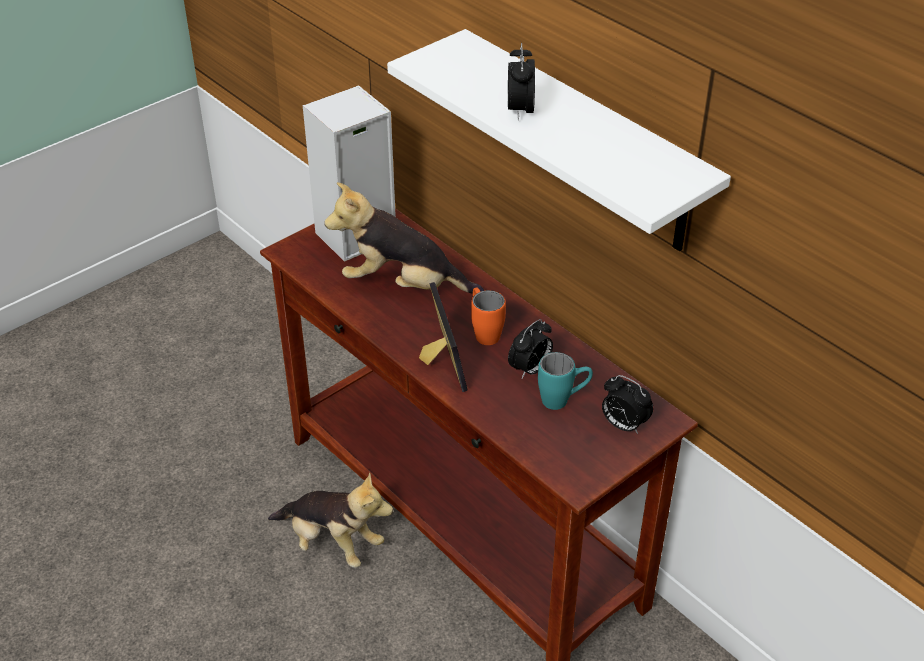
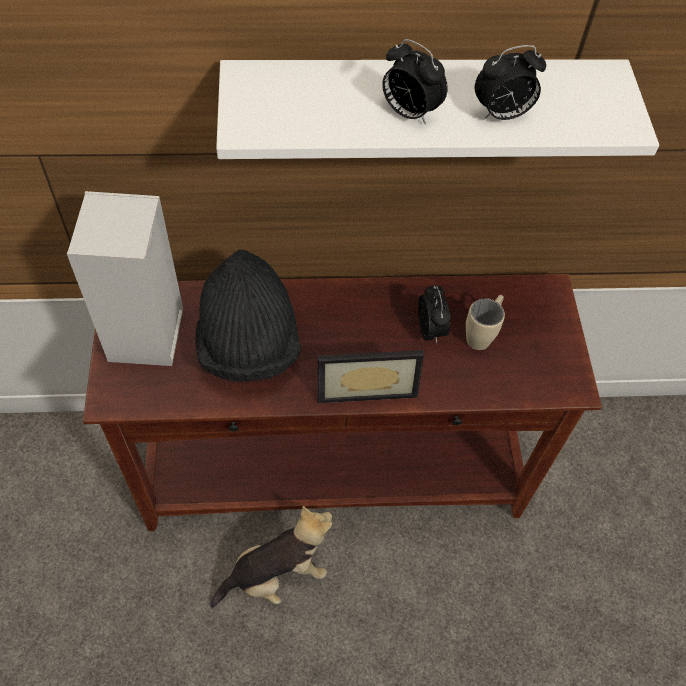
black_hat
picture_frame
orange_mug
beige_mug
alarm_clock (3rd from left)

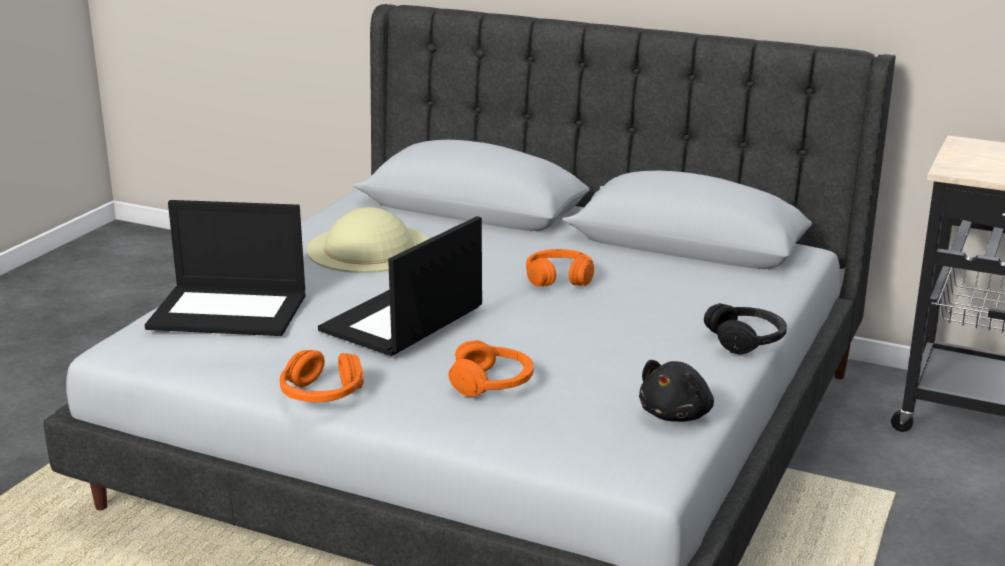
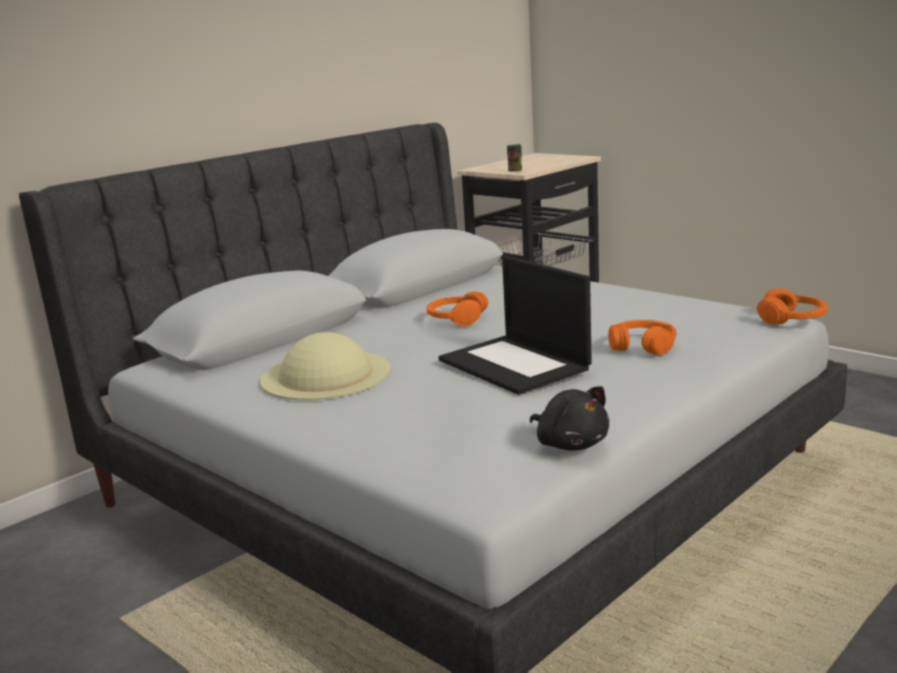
laptop (1st from left in the first image)
black_headphones
orange_headphones (3rd from left)
black_plush_toy
can

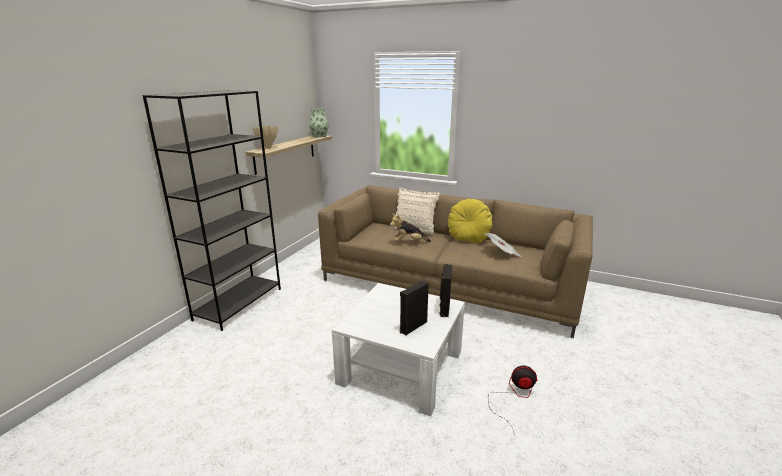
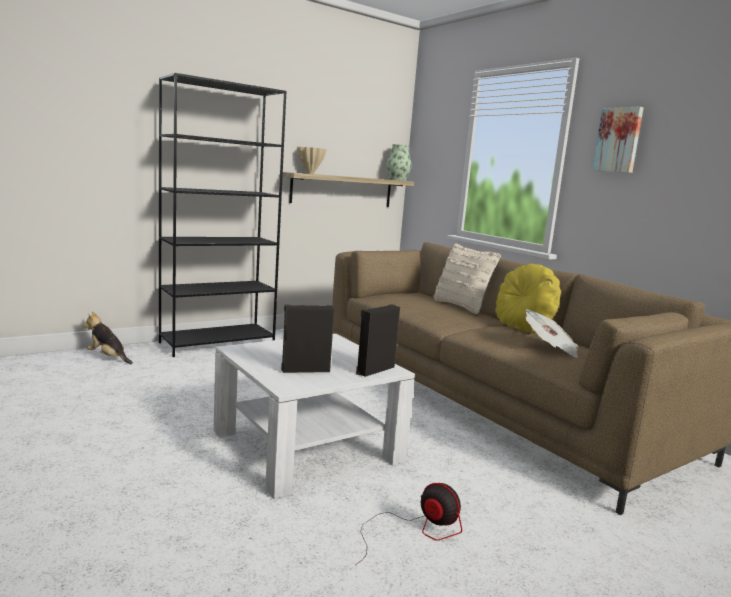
plush_toy
picture

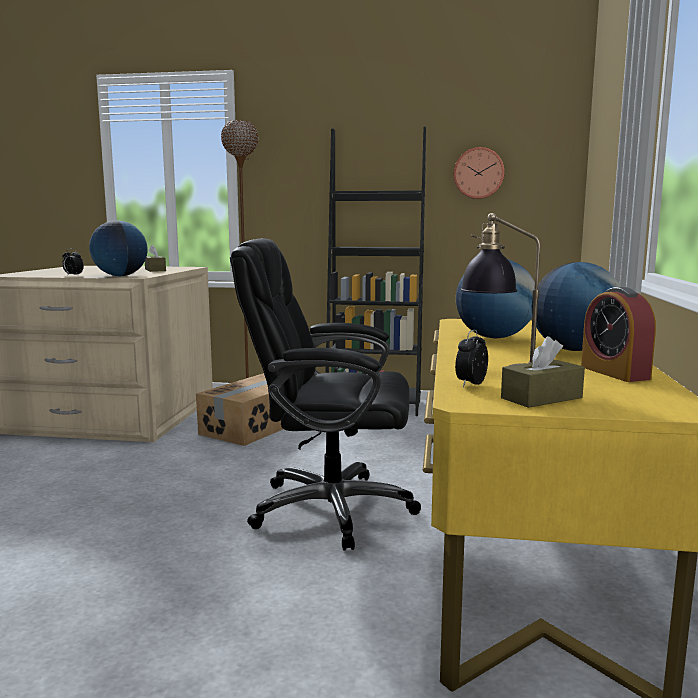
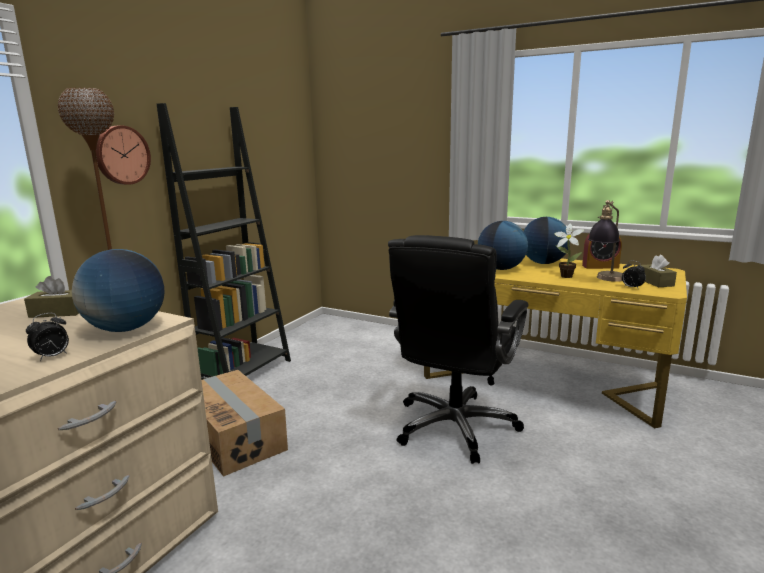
wall_clock
potted_plant

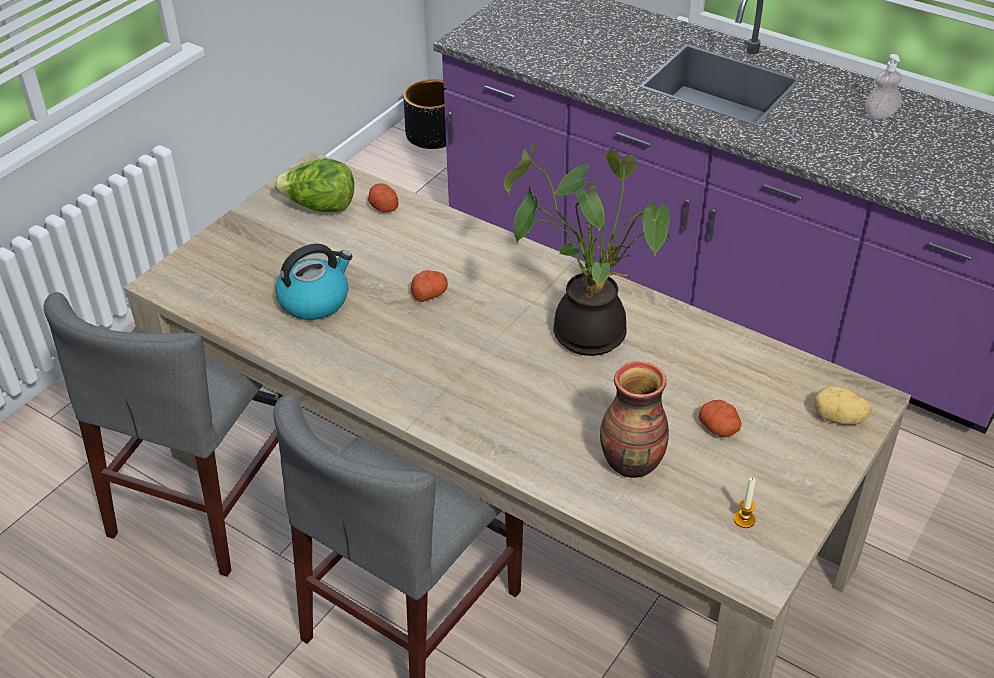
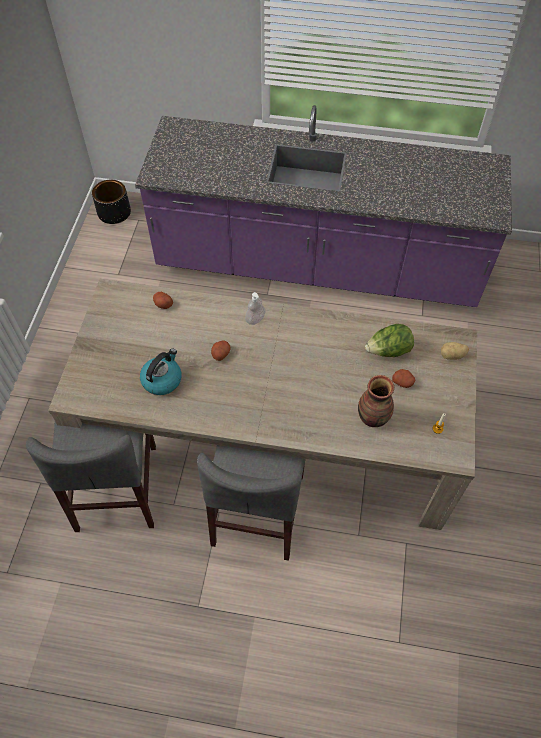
soap_dispenser
potted_plant
lettuce

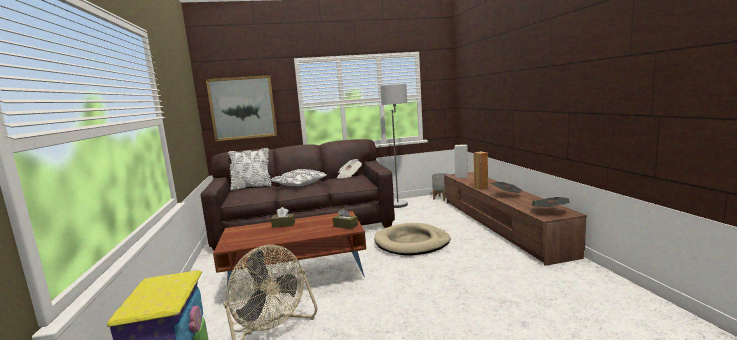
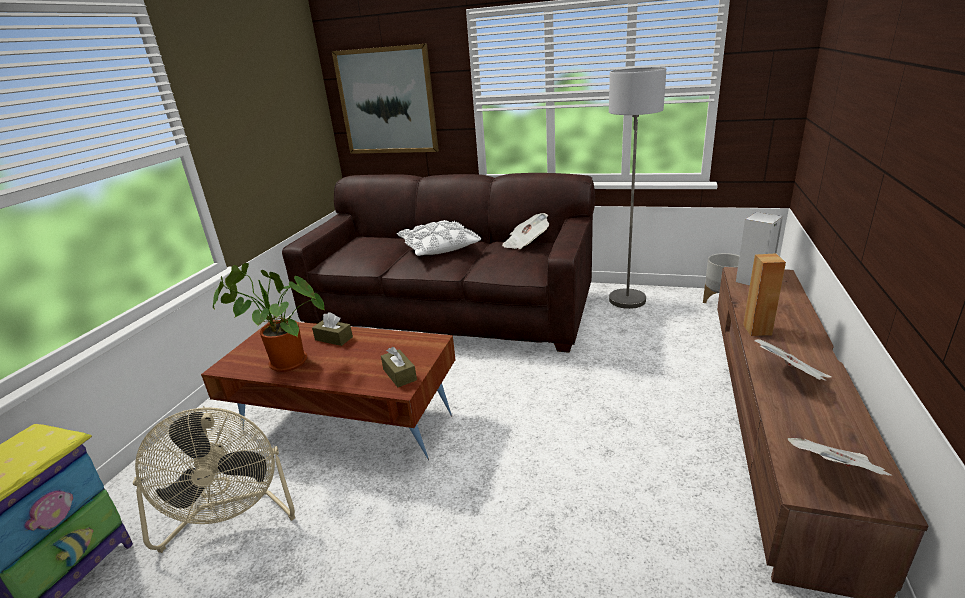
white_pillow (1st from left in the first image)
beige_dog_bed
potted_plant

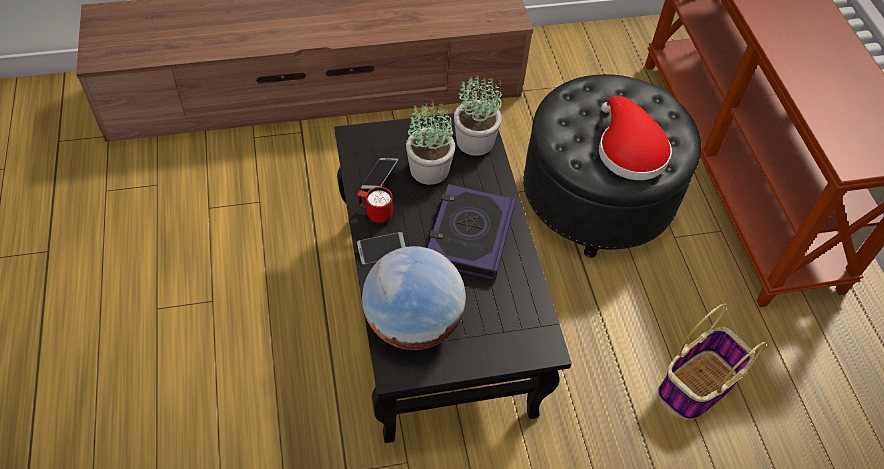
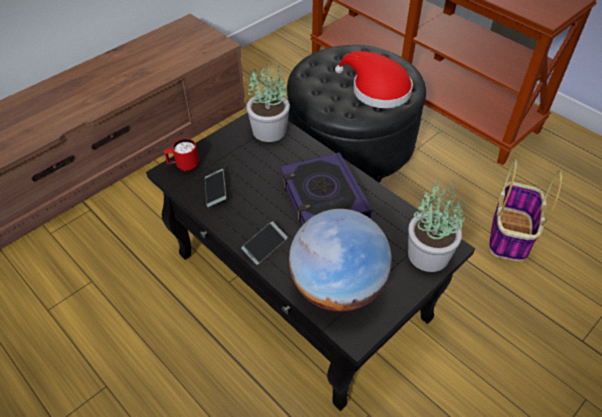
potted_plant (2nd from left)
red_mug

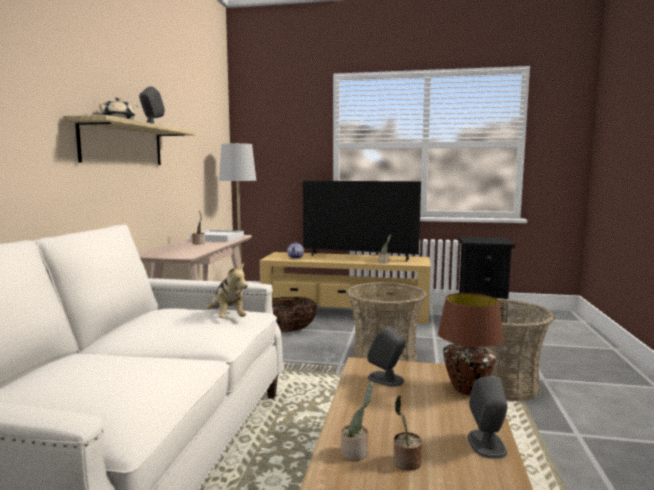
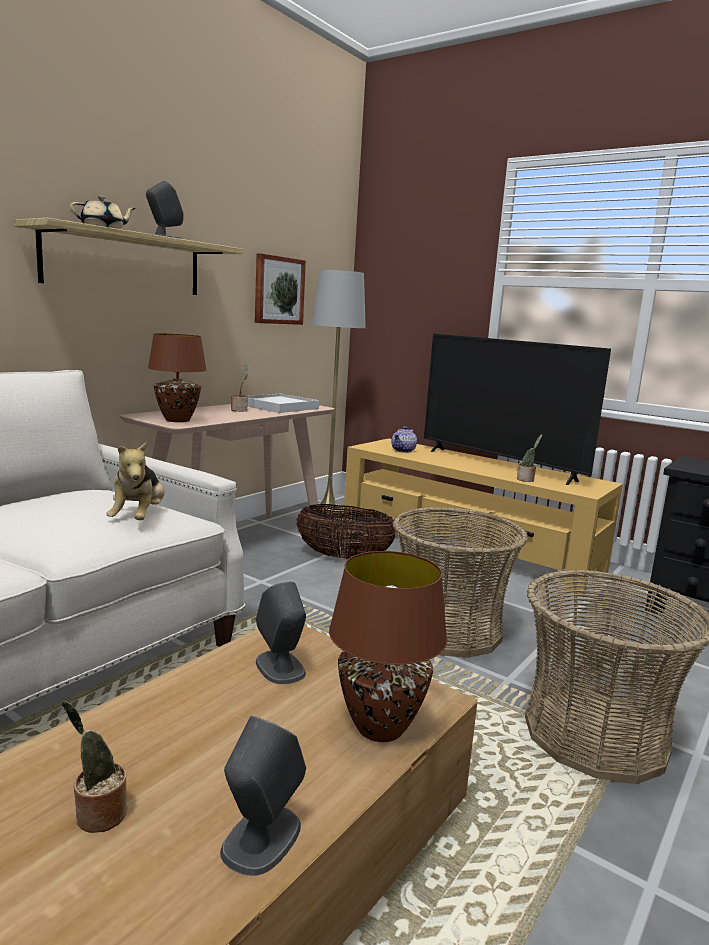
potted_plant (2nd from left in the first image)
picture
brown_table_lamp (1st from left)

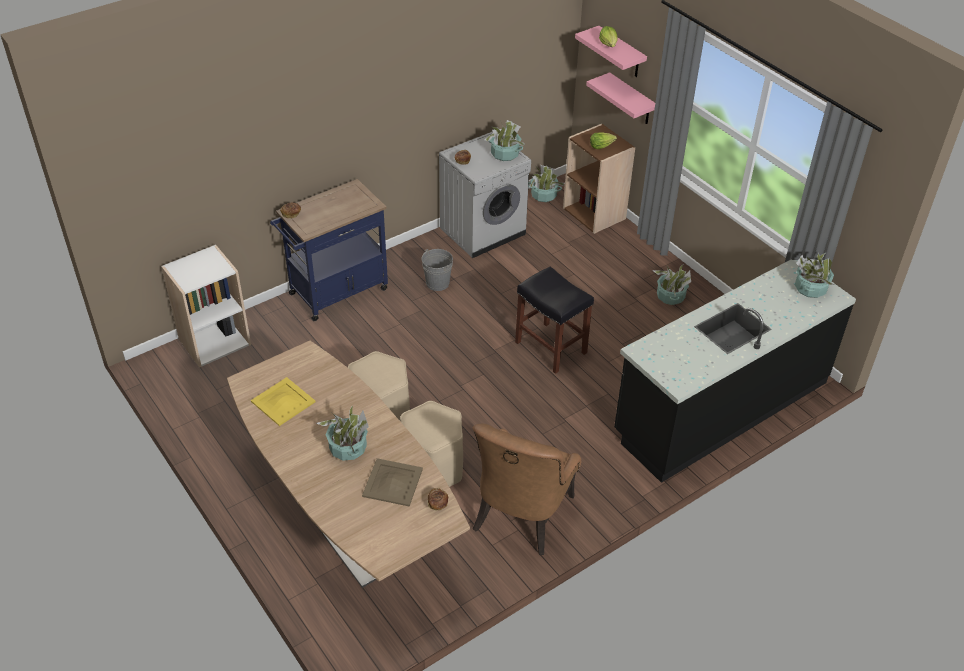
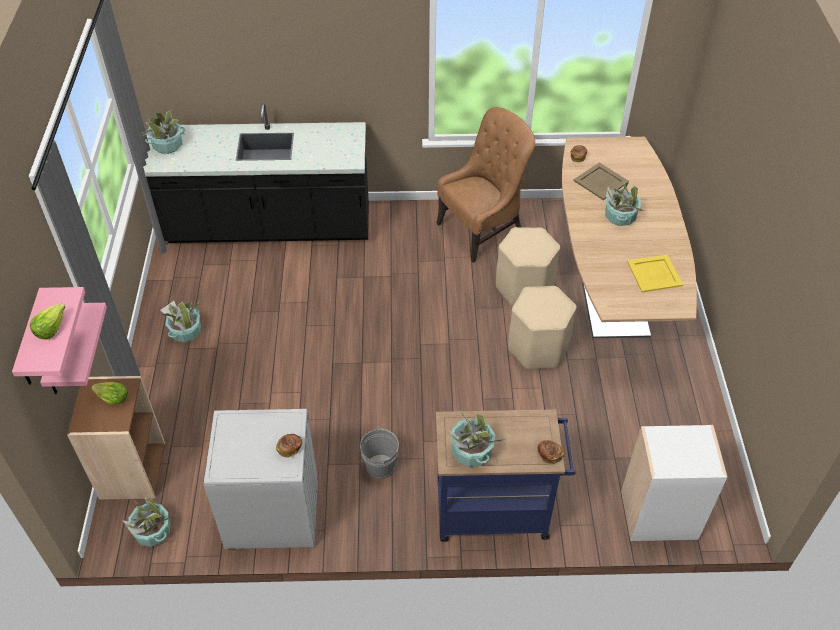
potted_plant (4th from left)
black_stool

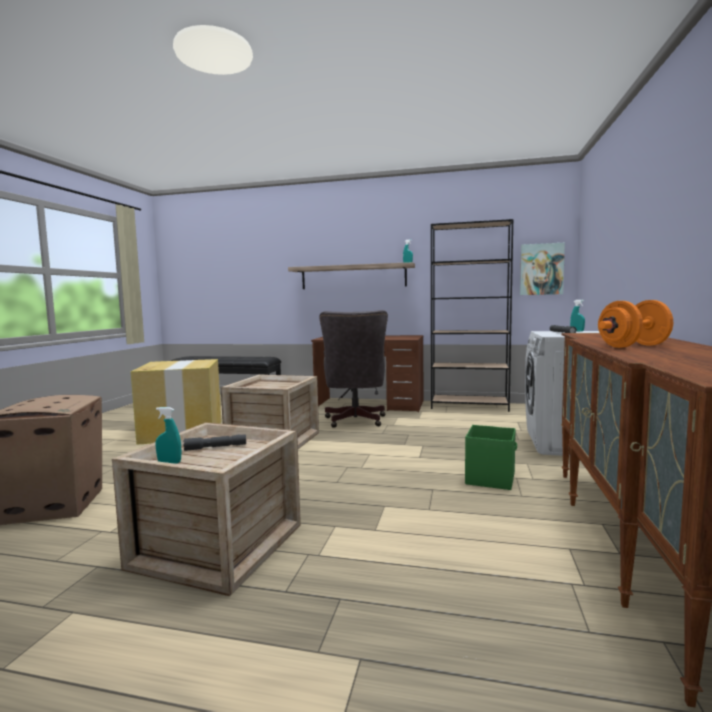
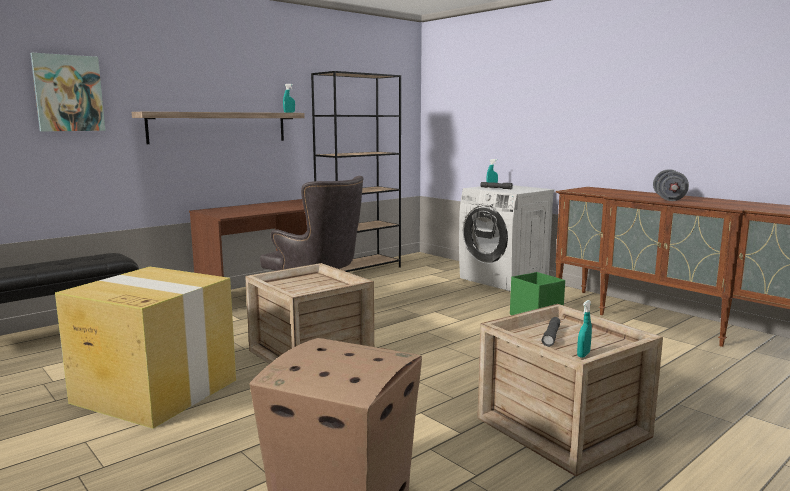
picture
grey_dumbbell

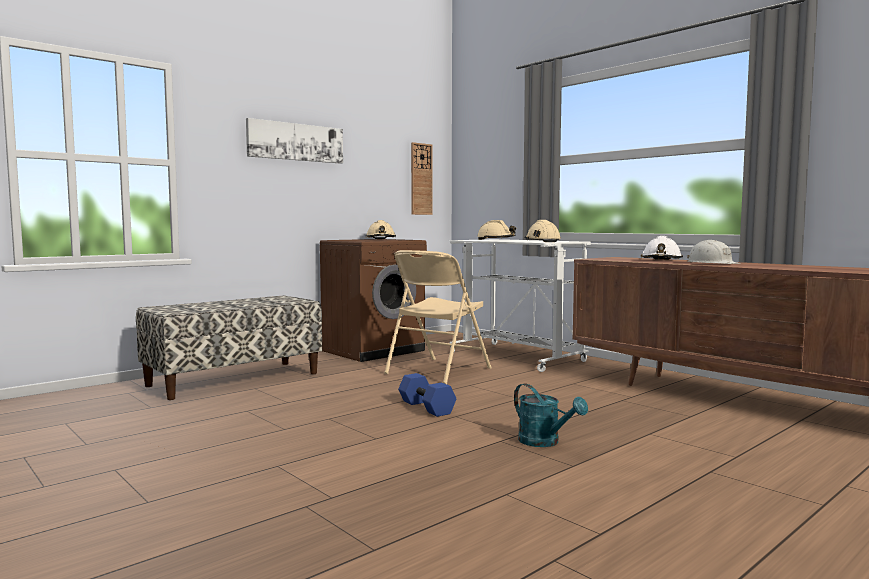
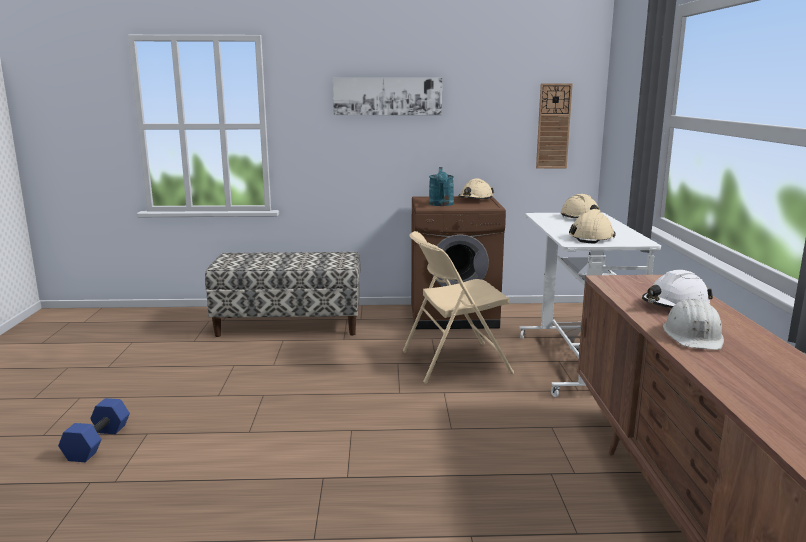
blue_dumbbell
turquoise_watering_can

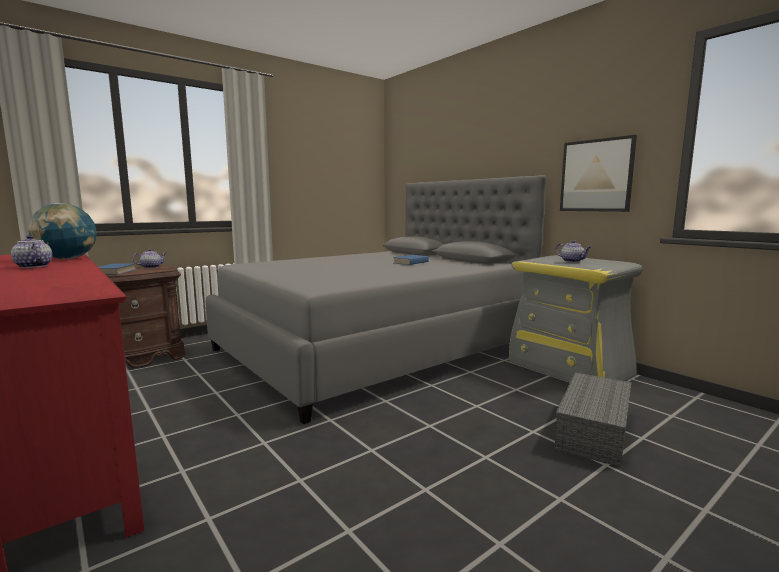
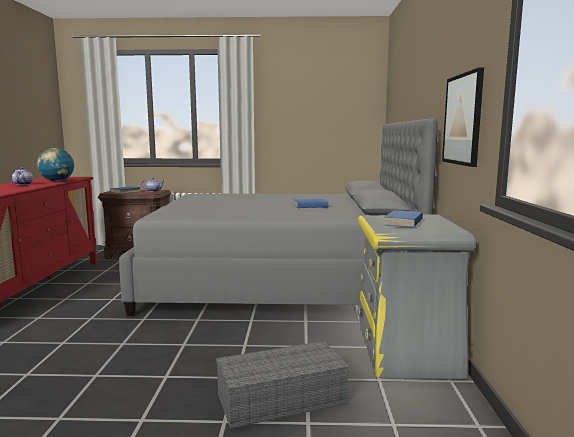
blue_book (3rd from left)

